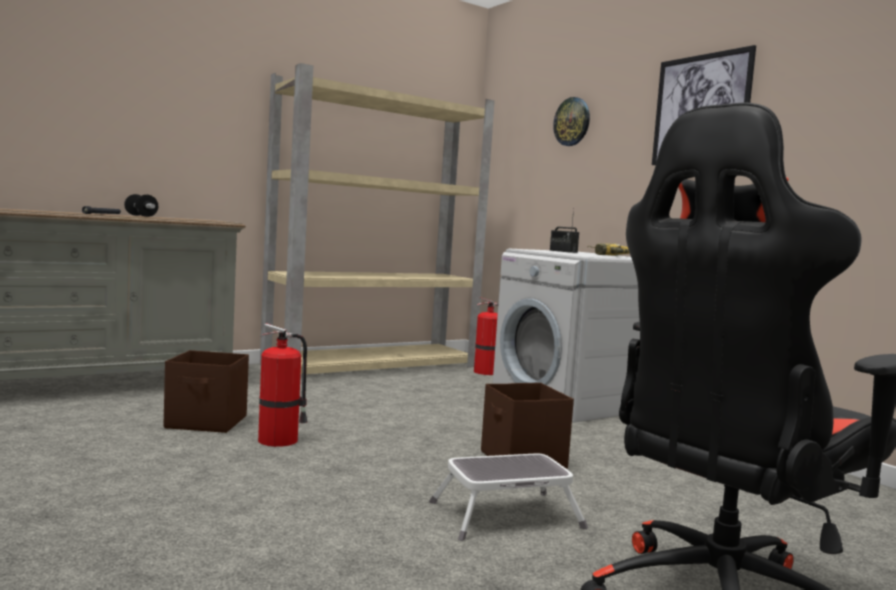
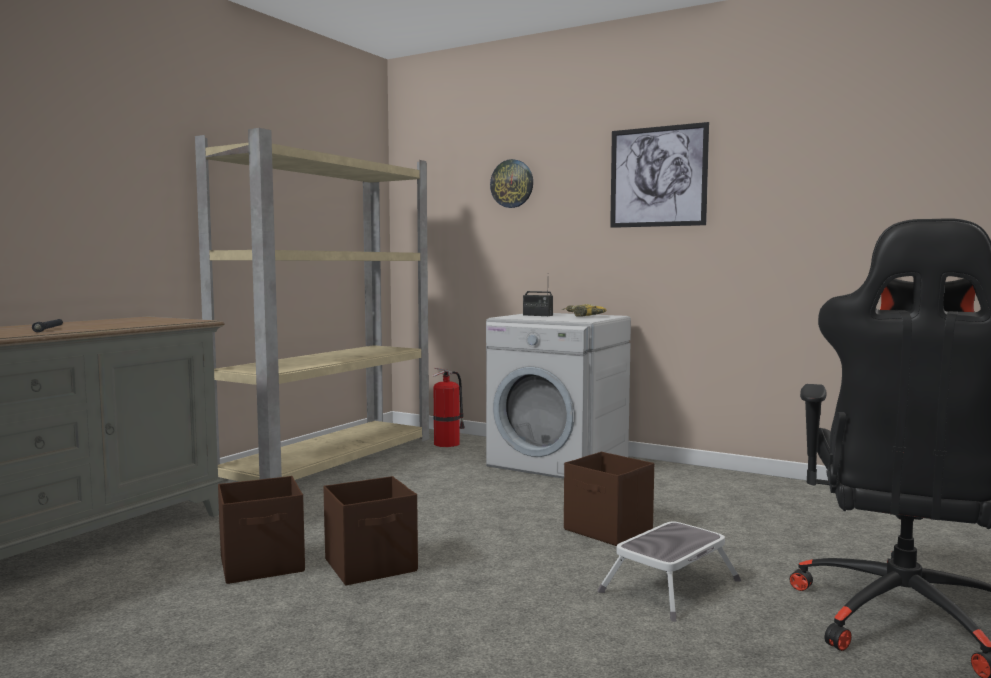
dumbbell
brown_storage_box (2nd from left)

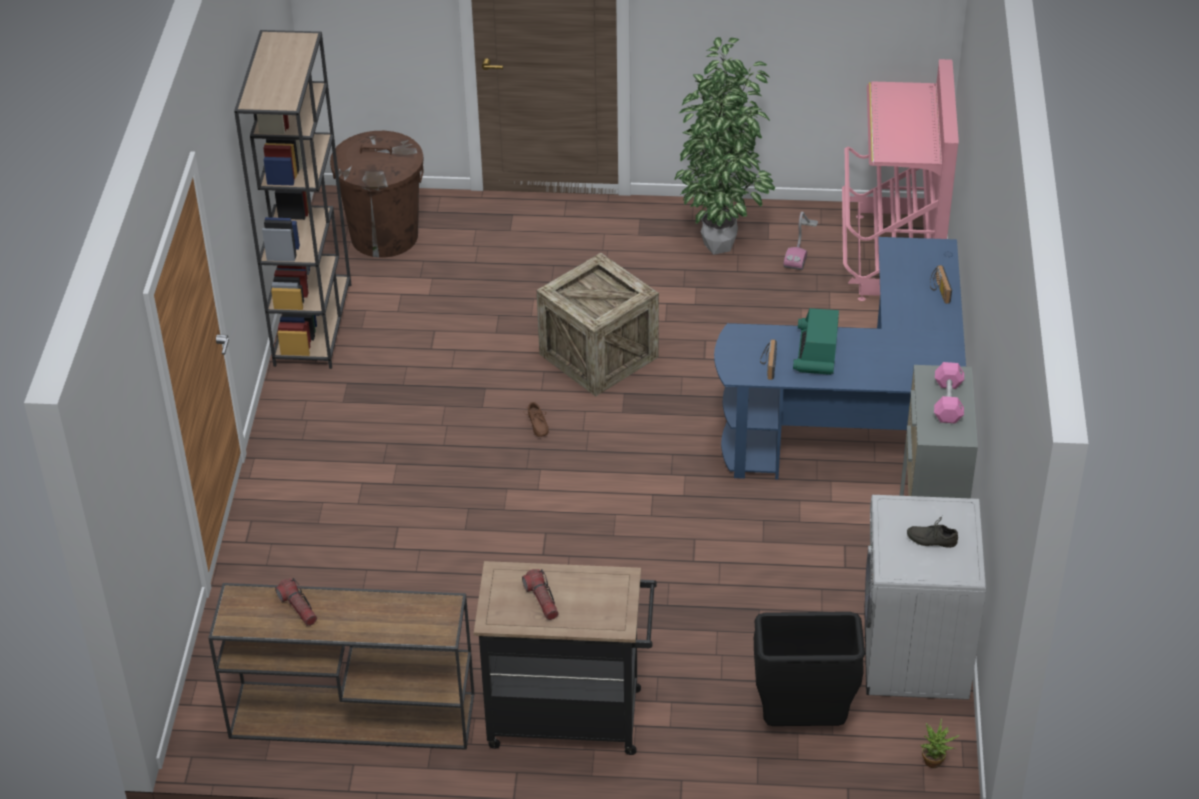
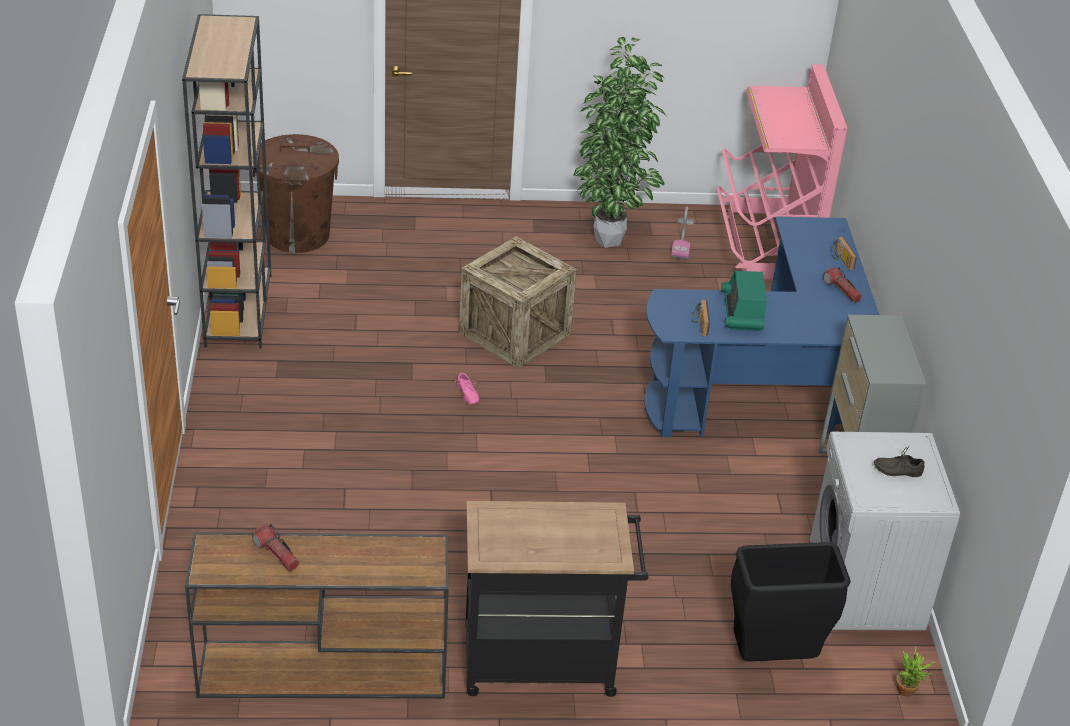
pink_dumbbell
pink_shoe
flashlight (2nd from left)

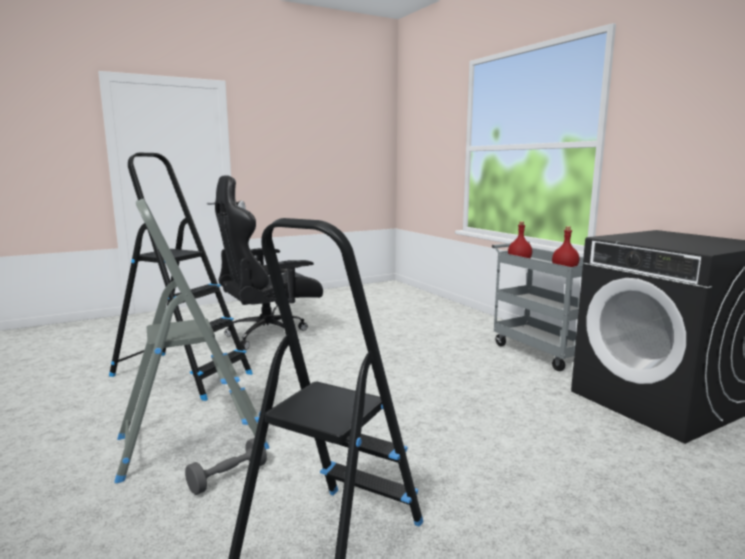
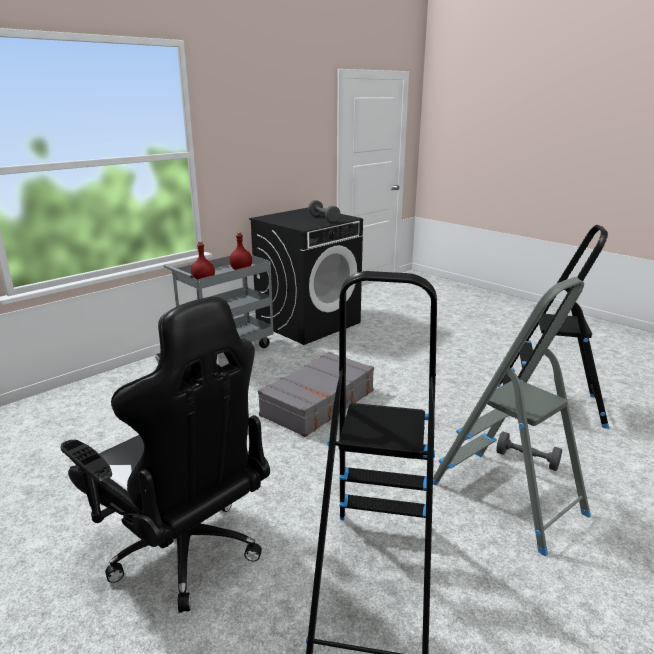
grey_dumbbell (1st from left)
grey_suitcase

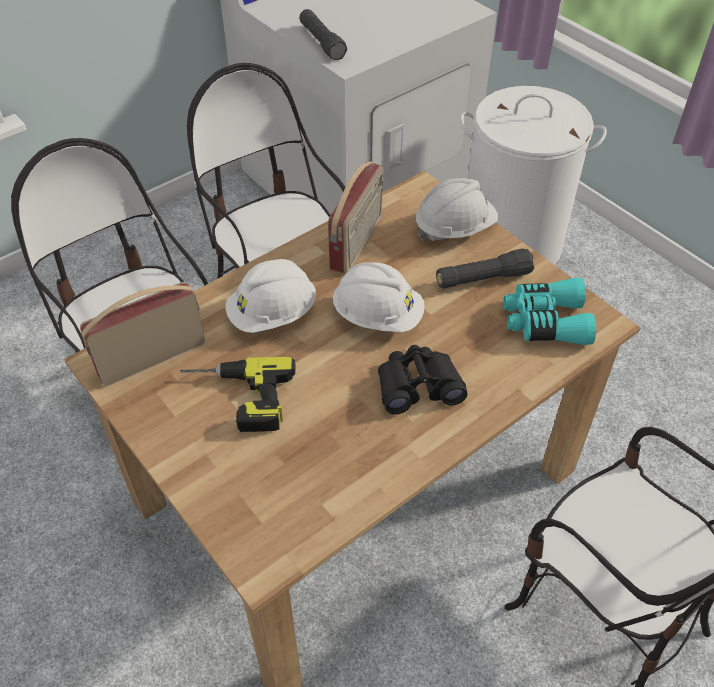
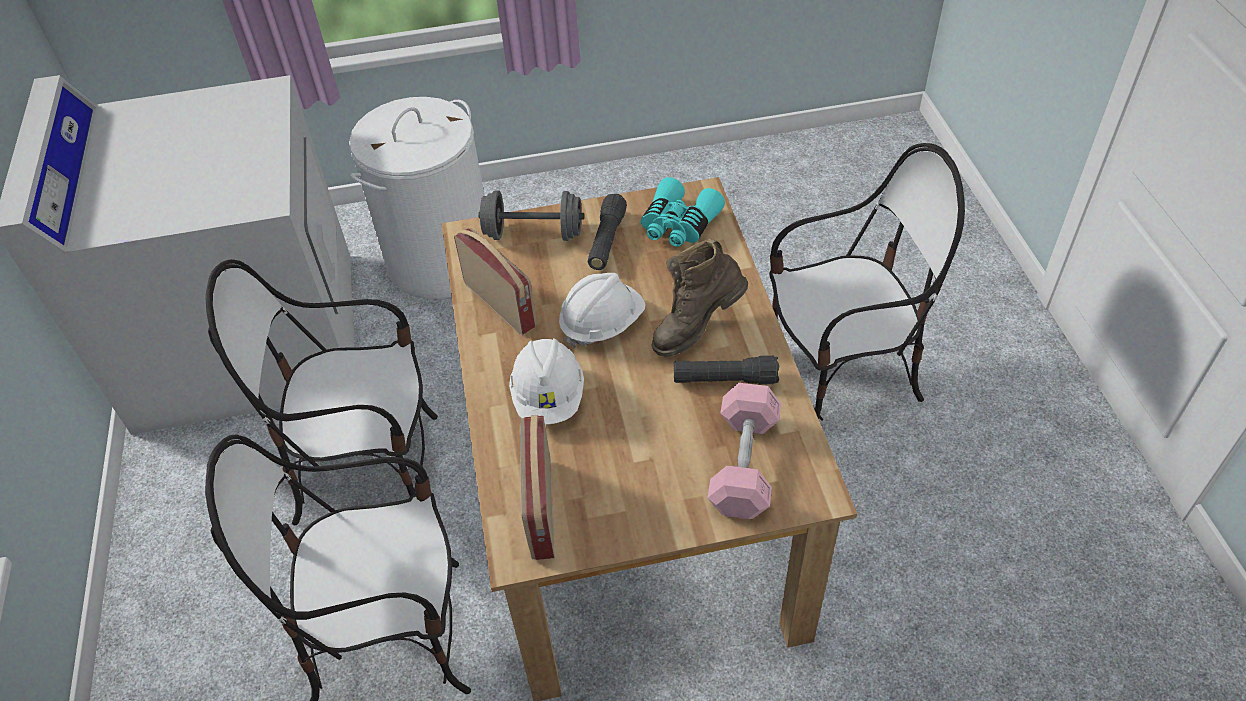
black_flashlight (2nd from left)
grey_dumbbell
brown_boot
power_drill
pink_dumbbell

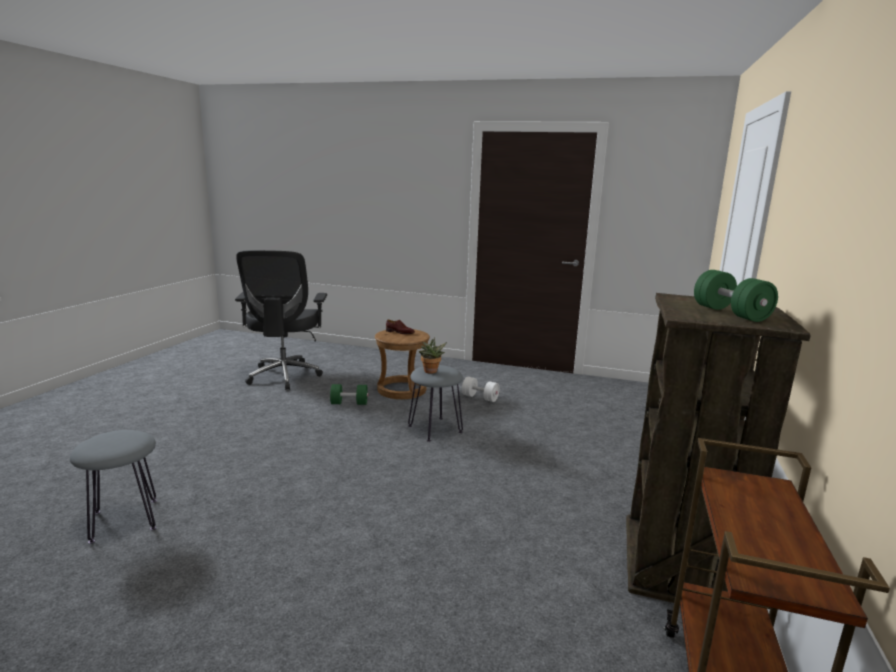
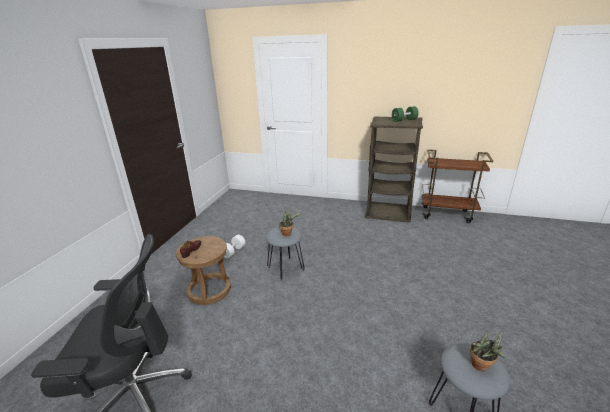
green_dumbbell (1st from left in the first image)
potted_plant (2nd from left)

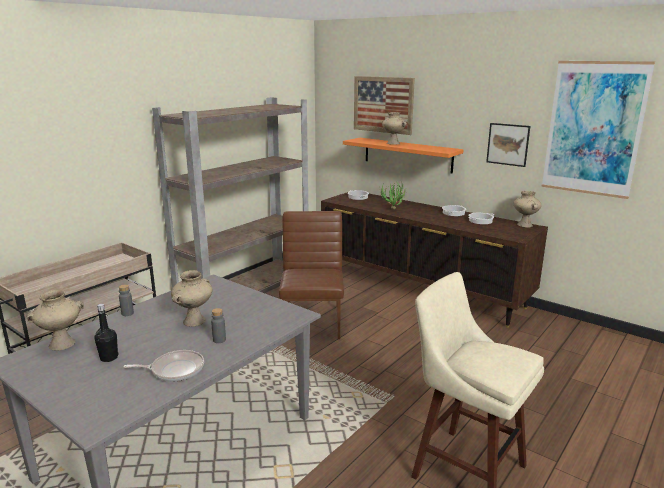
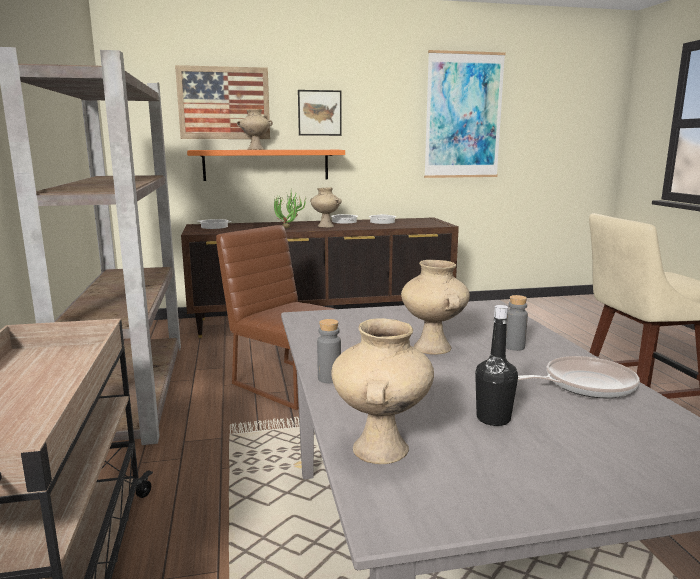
picture (2nd from left)
beige_vase (2nd from left)
frying_pan

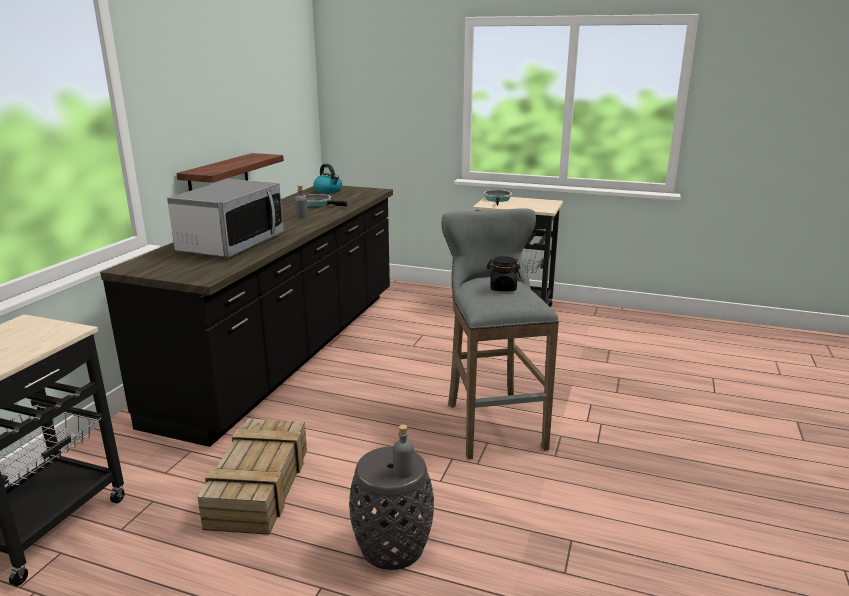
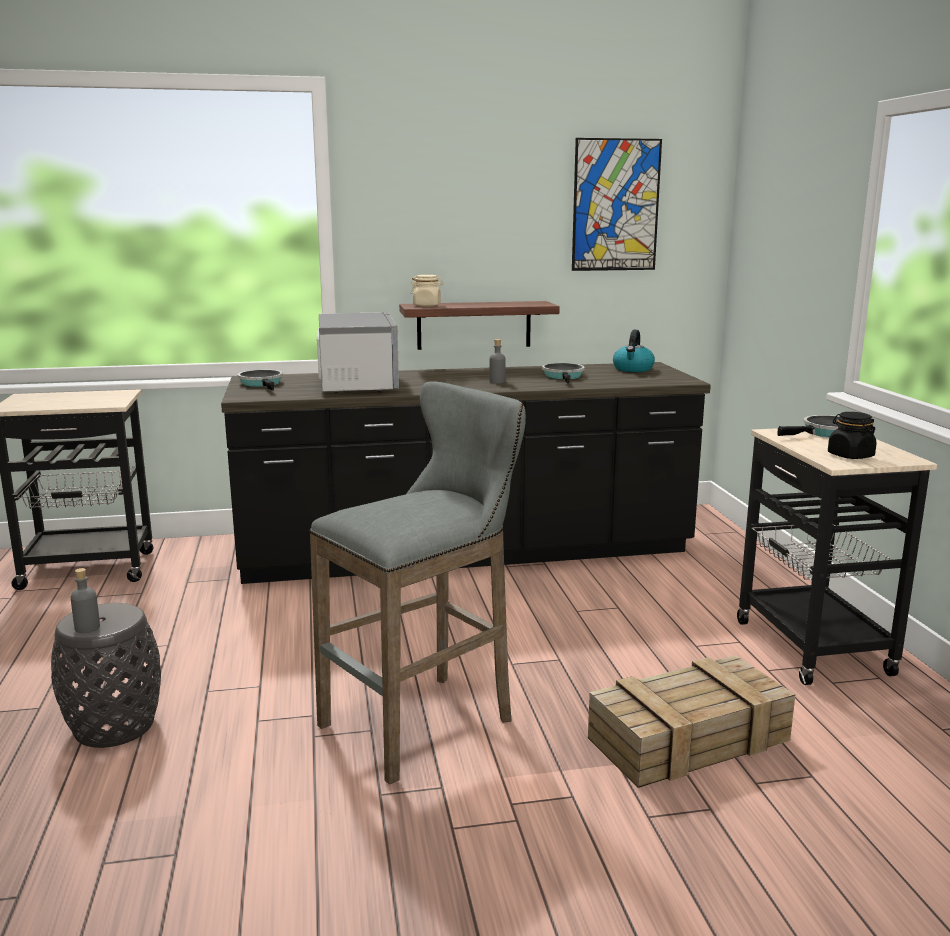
microwave
black_jar
crate
picture
beige_jar
frying_pan (1st from left)

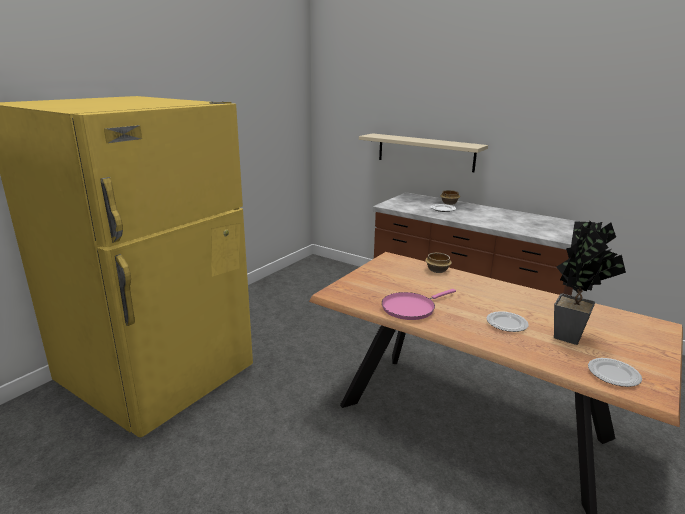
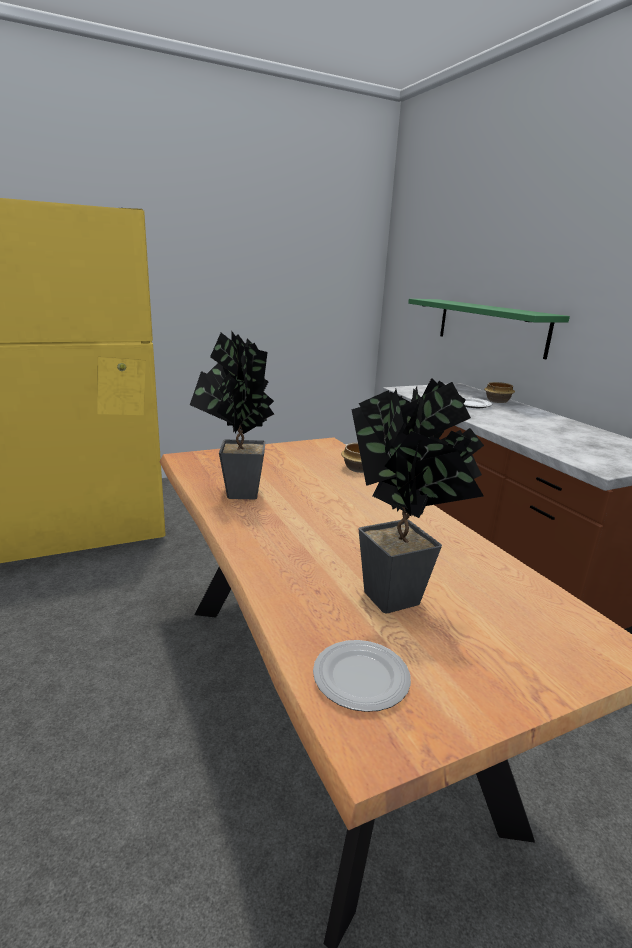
green_shelf
potted_plant (1st from left)
plate (2nd from left in the first image)

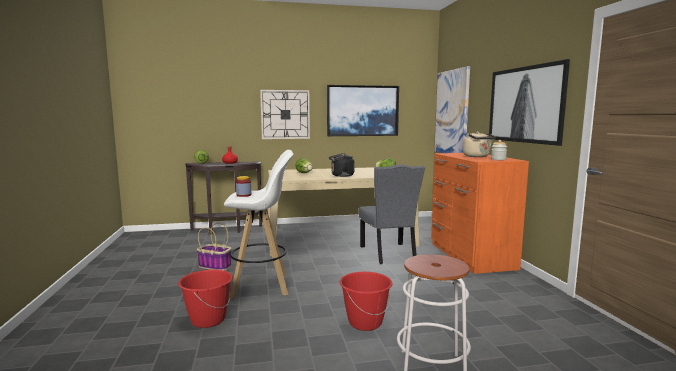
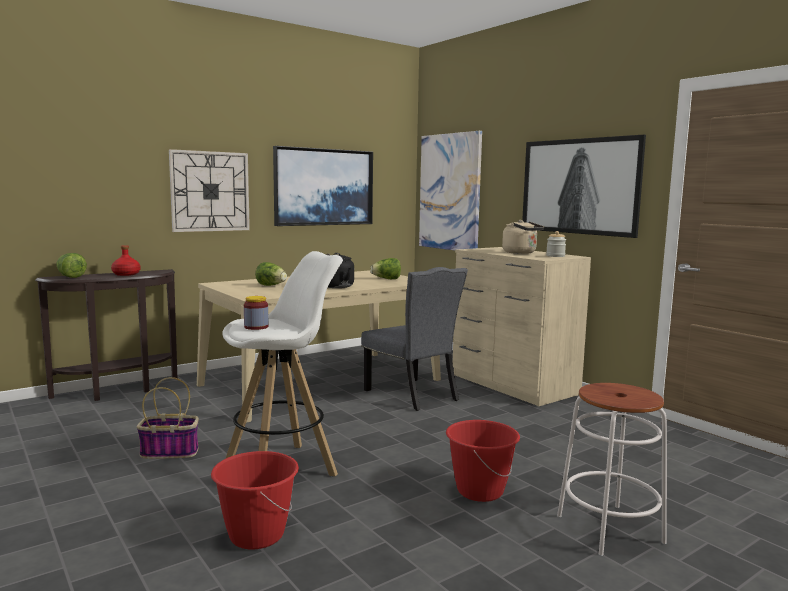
beige_dresser

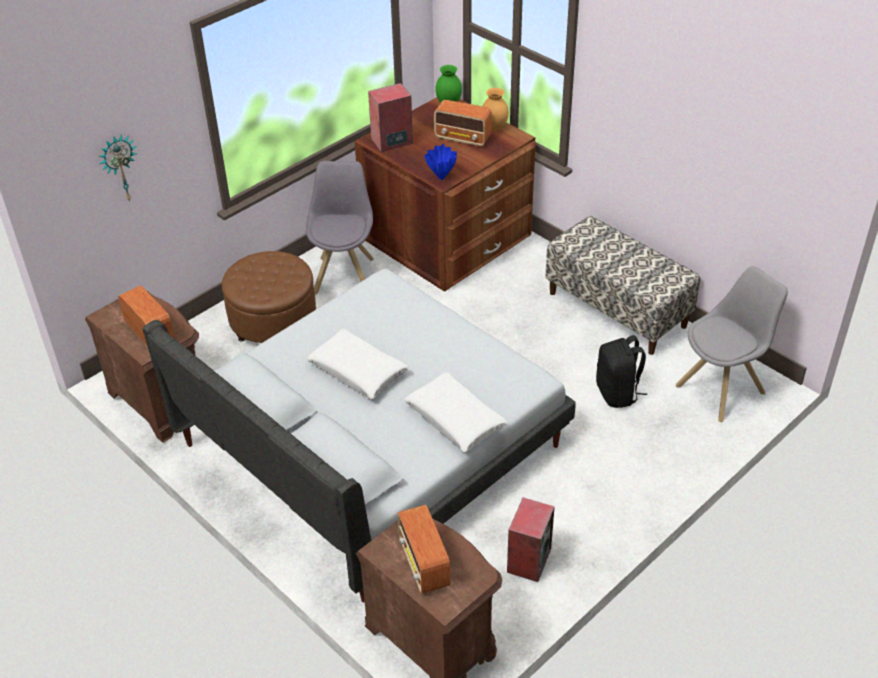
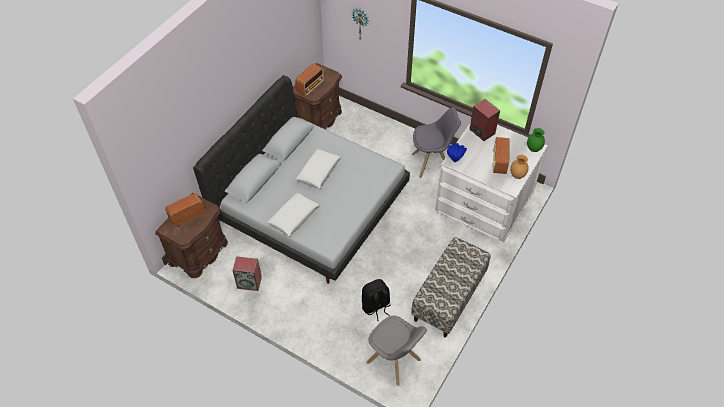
white_dresser
brown_ottoman

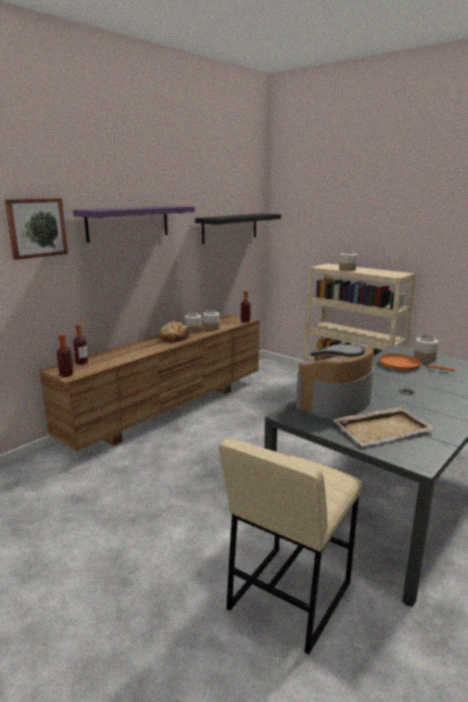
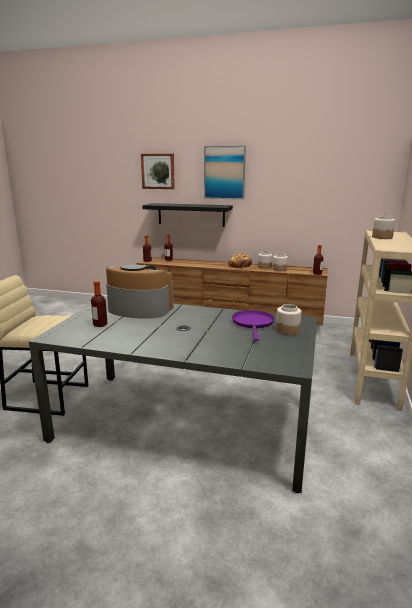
picture (2nd from left)
black_shelf
purple_frying_pan
bottle (1st from left)

